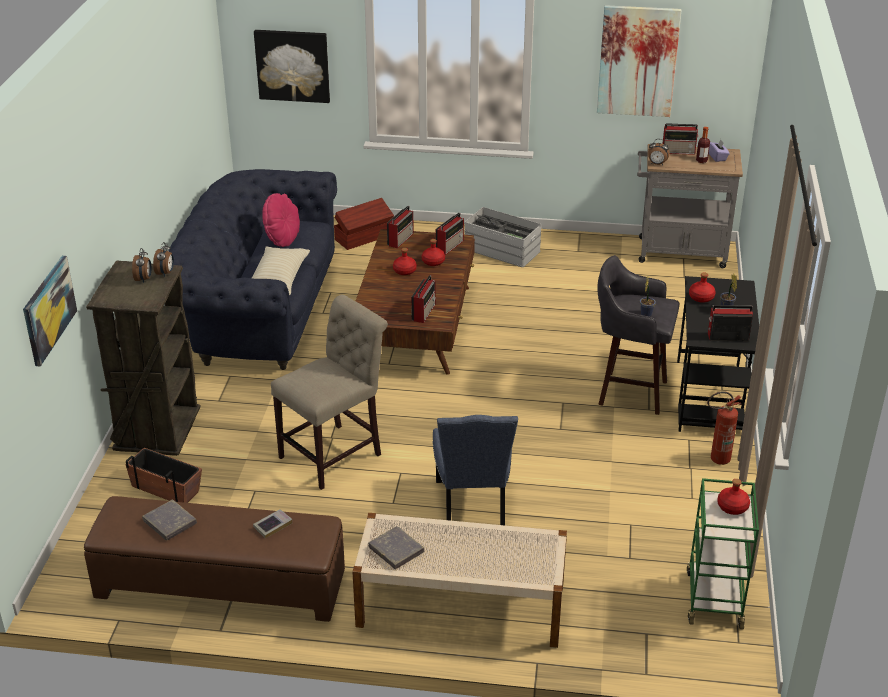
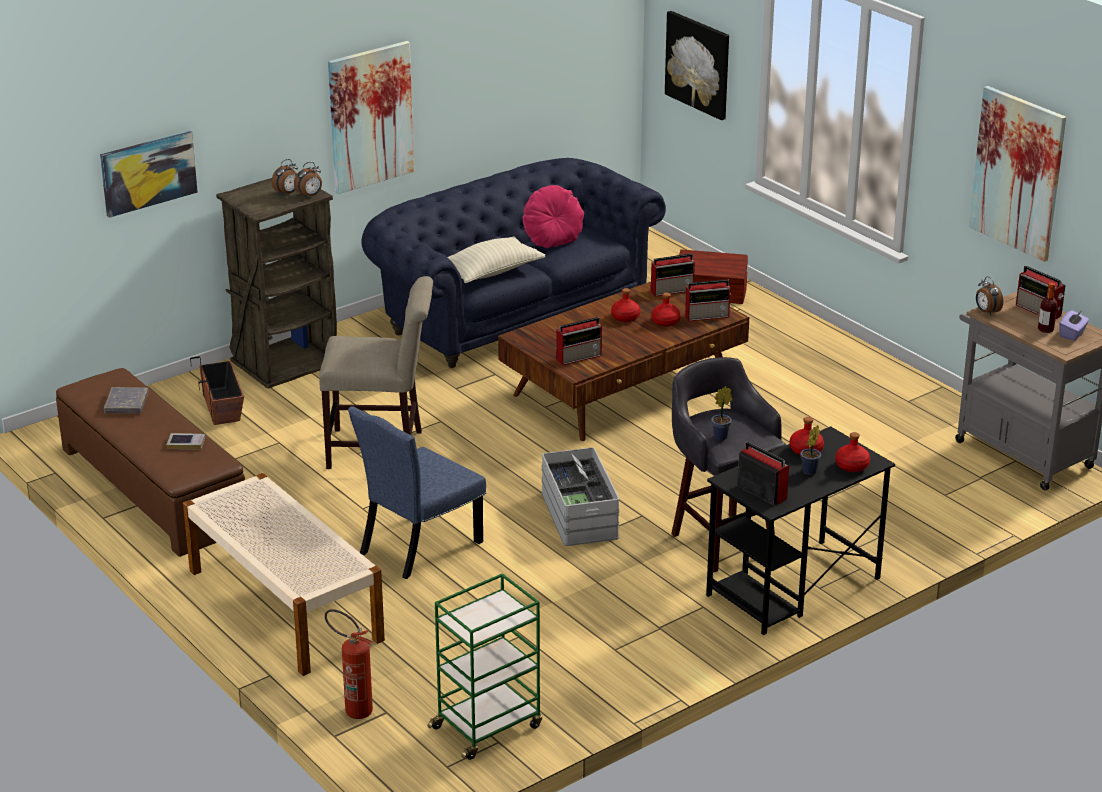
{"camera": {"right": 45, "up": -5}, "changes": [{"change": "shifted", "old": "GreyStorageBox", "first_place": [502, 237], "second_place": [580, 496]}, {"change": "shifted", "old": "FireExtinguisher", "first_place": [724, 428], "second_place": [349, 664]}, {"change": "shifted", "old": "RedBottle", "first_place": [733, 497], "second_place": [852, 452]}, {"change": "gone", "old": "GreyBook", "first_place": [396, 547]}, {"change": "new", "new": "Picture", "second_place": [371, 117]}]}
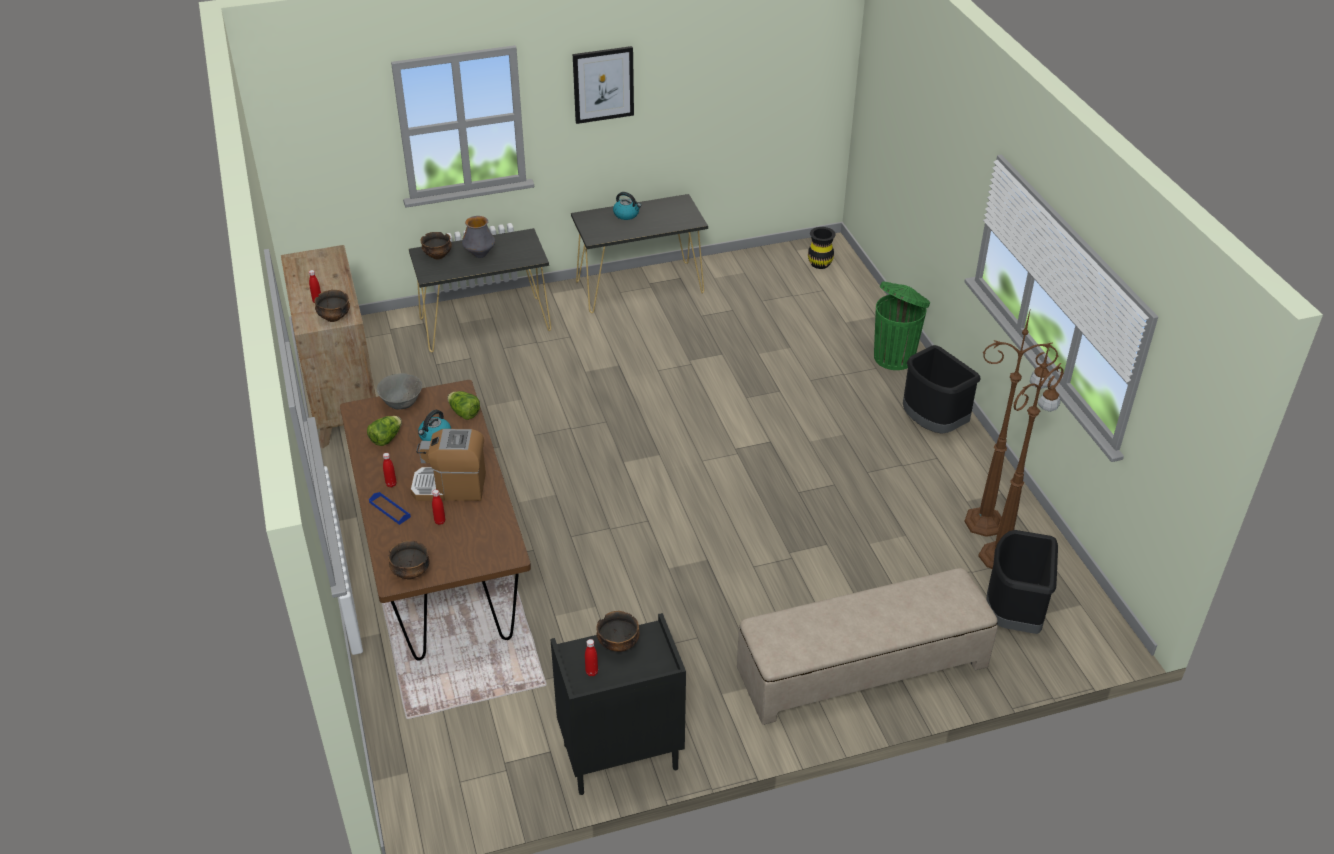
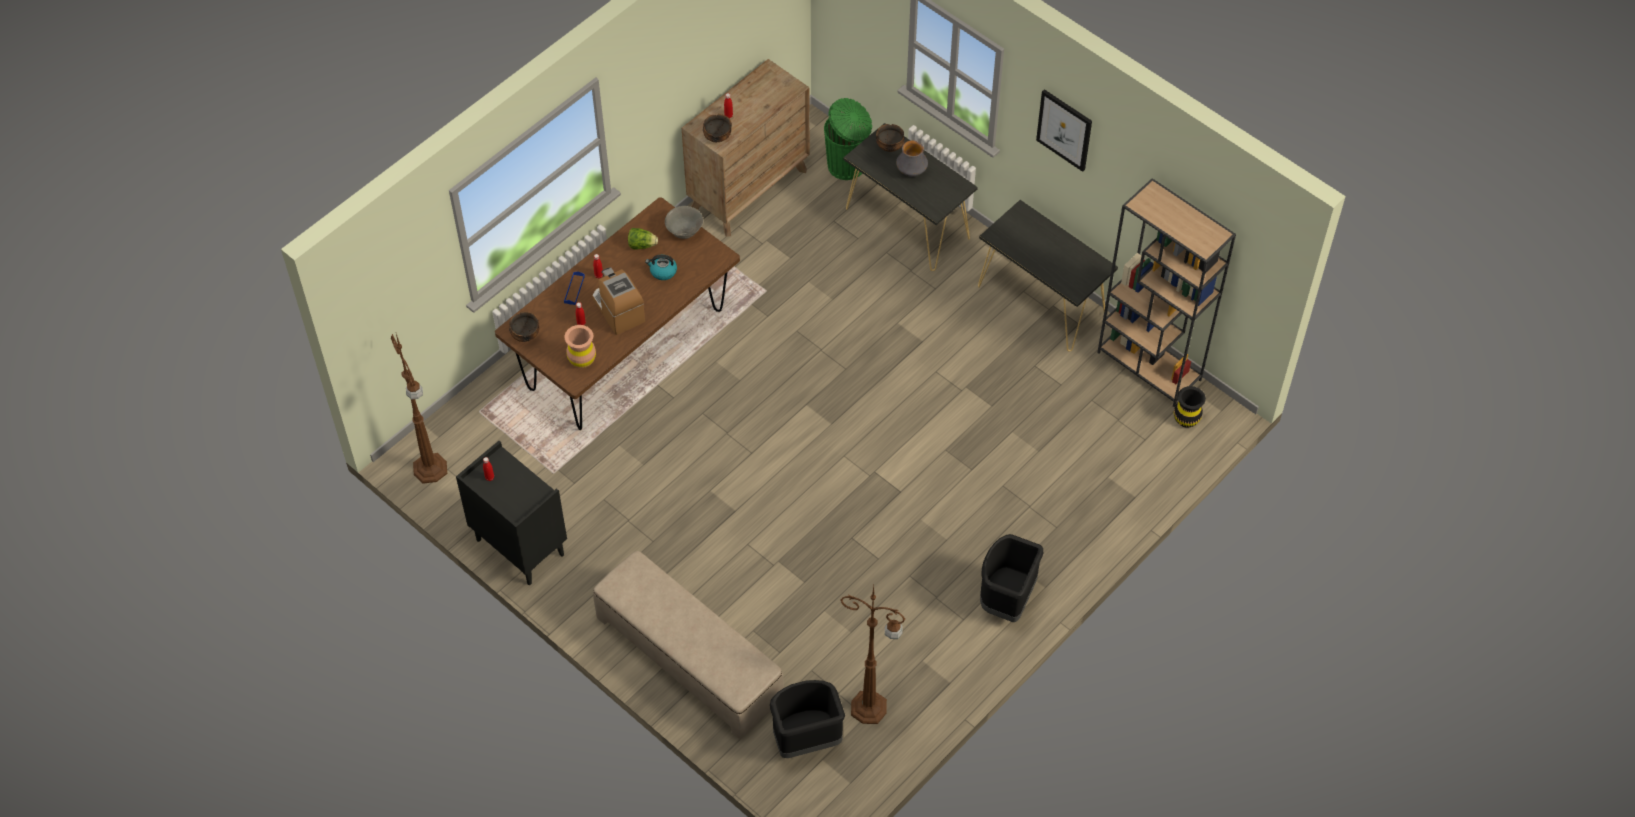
{"camera": {"right": 60, "up": 15}, "changes": [{"change": "gone", "old": "Kettle", "first_place": [627, 206]}, {"change": "shifted", "old": "GreenTrashCan", "first_place": [902, 325], "second_place": [848, 139]}, {"change": "shifted", "old": "BrownFloorLamp", "first_place": [1011, 422], "second_place": [419, 409]}, {"change": "gone", "old": "Lettuce", "first_place": [463, 405]}, {"change": "gone", "old": "Bowl", "first_place": [618, 631]}, {"change": "new", "new": "Bookcase", "second_place": [1166, 292]}, {"change": "new", "new": "BrownVase", "second_place": [580, 346]}]}
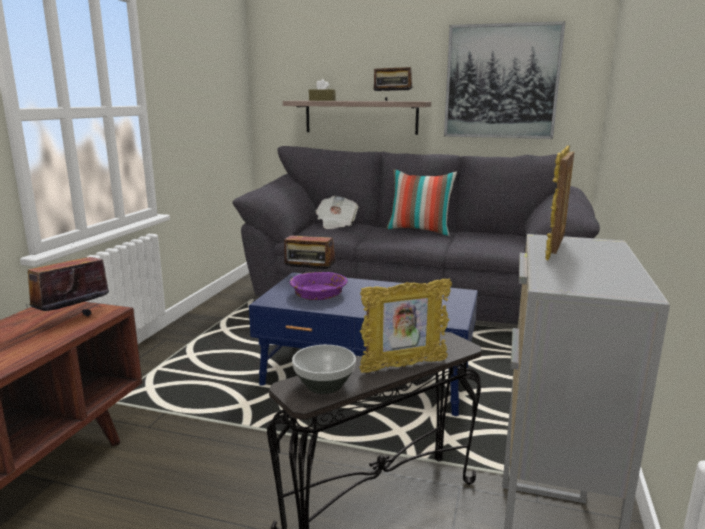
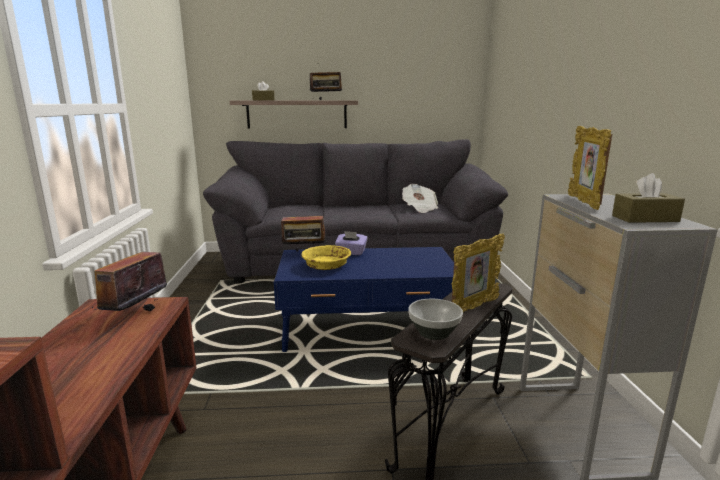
{"camera": {"right": -20, "up": 0}, "changes": [{"change": "gone", "old": "Picture", "first_place": [504, 80]}, {"change": "gone", "old": "Pillow", "first_place": [421, 202]}, {"change": "shifted", "old": "Newspaper", "first_place": [337, 212], "second_place": [420, 198]}, {"change": "repainted", "old": "PurpleBowl", "new": "YellowBowl", "first_place": [319, 286], "second_place": [326, 257]}, {"change": "new", "new": "BrownTissueBox", "second_place": [648, 198]}, {"change": "new", "new": "PurpleTissueBox", "second_place": [351, 243]}]}
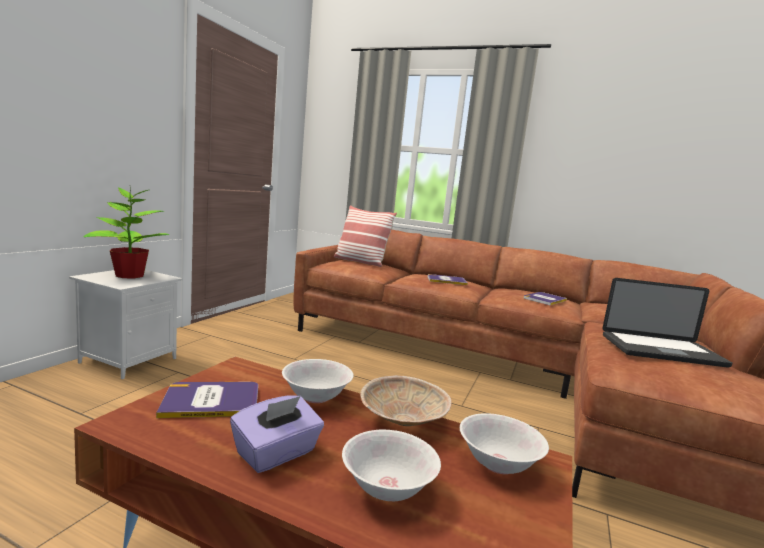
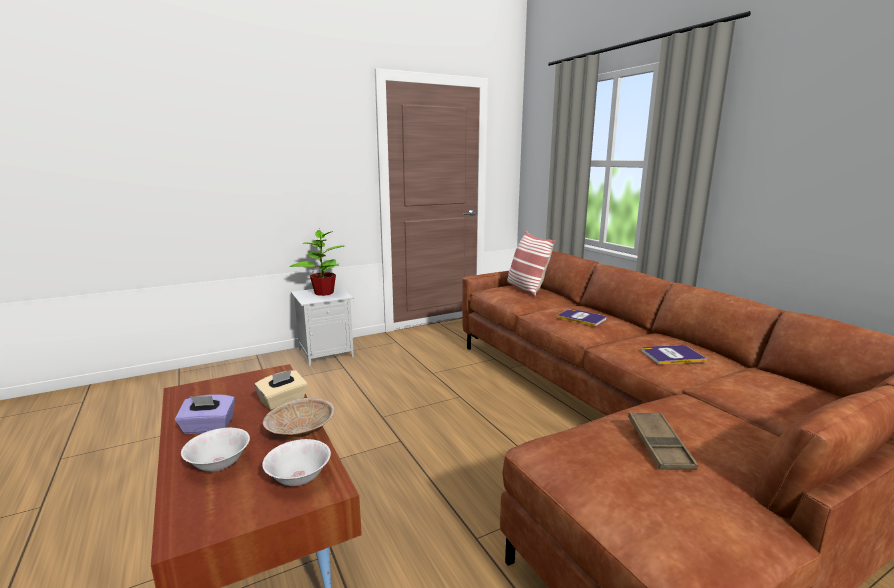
{"camera": {"right": 40, "up": 5}, "changes": [{"change": "swapped", "old": "Laptop", "new": "BrownTray", "first_place": [667, 323], "second_place": [663, 441]}, {"change": "swapped", "old": "WhiteBowl", "new": "BeigeTissueBox", "first_place": [318, 381], "second_place": [281, 390]}, {"change": "gone", "old": "Book", "first_place": [207, 400]}]}
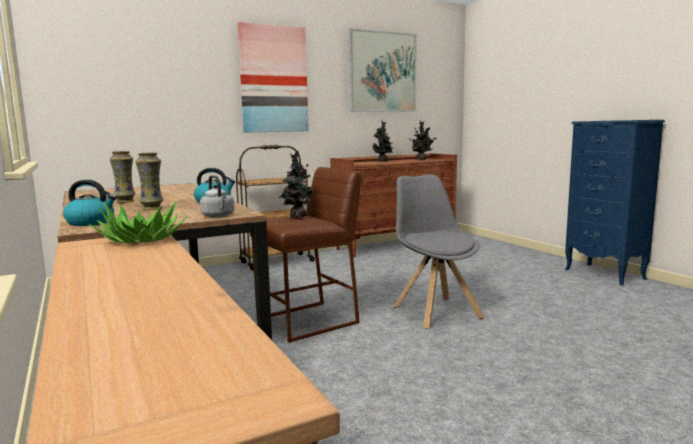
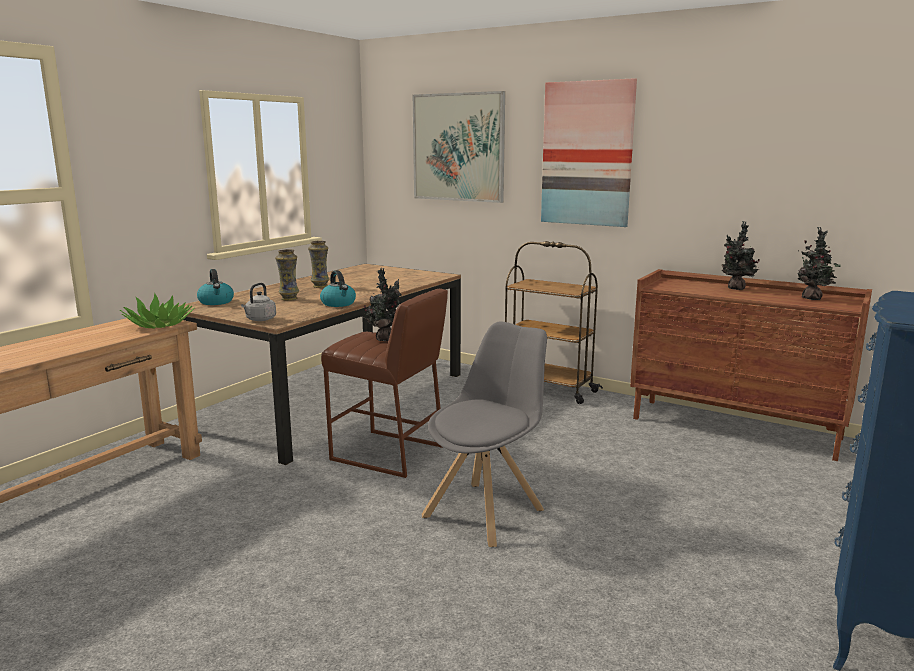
{"camera": {"right": 60, "up": 5}, "changes": [{"change": "shifted", "old": "Picture", "first_place": [382, 69], "second_place": [459, 147]}]}
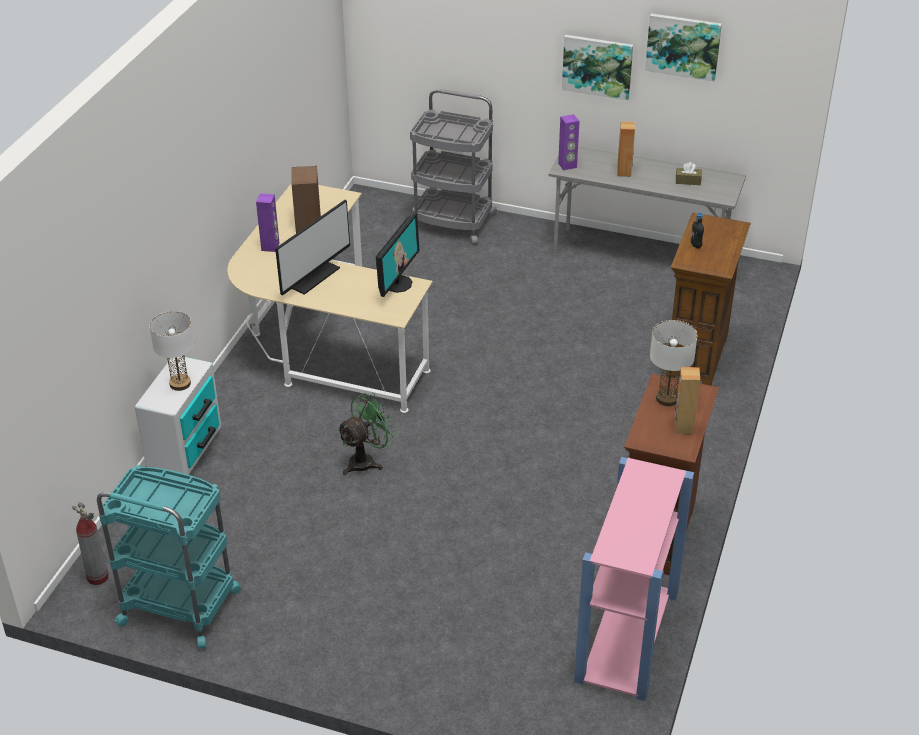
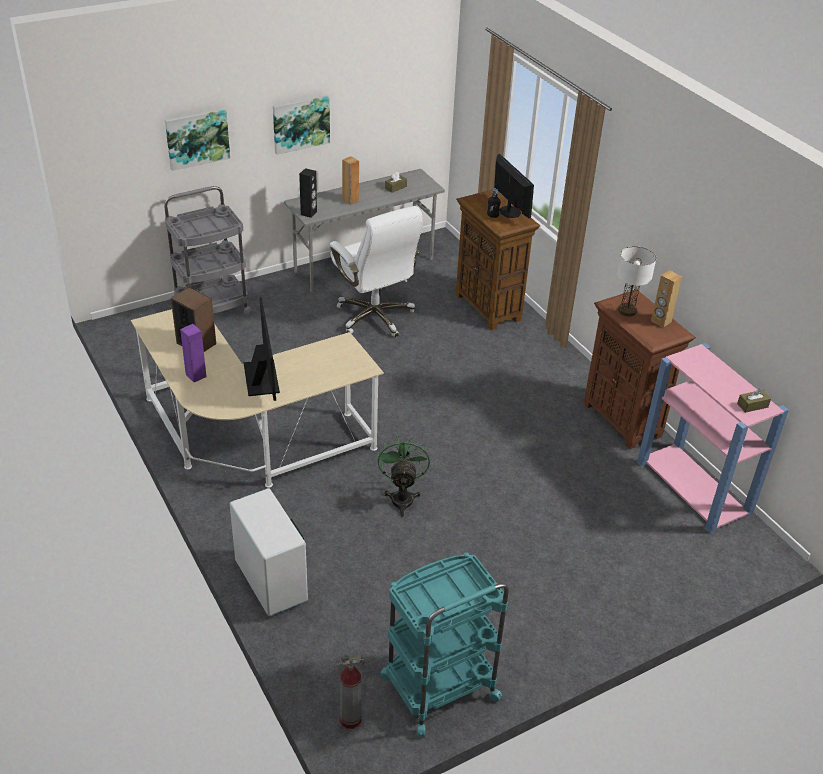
{"camera": {"right": -50, "up": 0}, "changes": [{"change": "shifted", "old": "Picture", "first_place": [683, 47], "second_place": [197, 139]}, {"change": "repainted", "old": "PurpleSpeaker", "new": "BlackSpeaker", "first_place": [569, 142], "second_place": [308, 193]}, {"change": "shifted", "old": "Monitor", "first_place": [397, 254], "second_place": [514, 186]}, {"change": "gone", "old": "TableLamp", "first_place": [172, 351]}, {"change": "new", "new": "WhiteOfficeChair", "second_place": [376, 271]}, {"change": "new", "new": "BrownTissueBox", "second_place": [754, 400]}]}
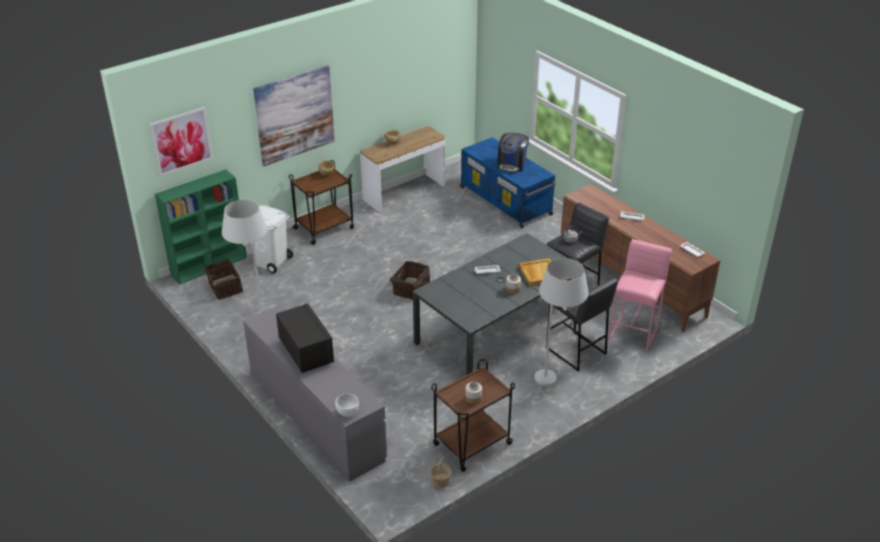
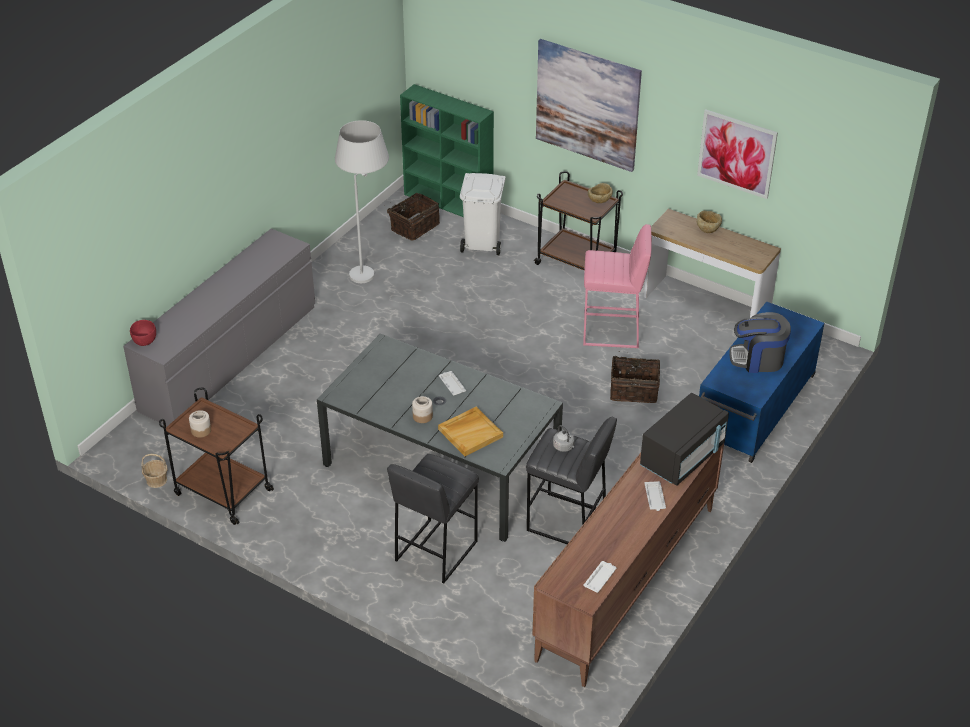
{"camera": {"right": 70, "up": 5}, "changes": [{"change": "shifted", "old": "Picture", "first_place": [181, 142], "second_place": [737, 154]}, {"change": "shifted", "old": "PinkStool", "first_place": [640, 295], "second_place": [617, 286]}, {"change": "gone", "old": "WhiteFloorLamp", "first_place": [561, 322]}, {"change": "shifted", "old": "Basket", "first_place": [407, 280], "second_place": [635, 378]}, {"change": "shifted", "old": "BlackMicrowave", "first_place": [305, 338], "second_place": [684, 439]}, {"change": "repainted", "old": "WhiteBowl", "new": "RedBowl", "first_place": [347, 405], "second_place": [143, 333]}]}
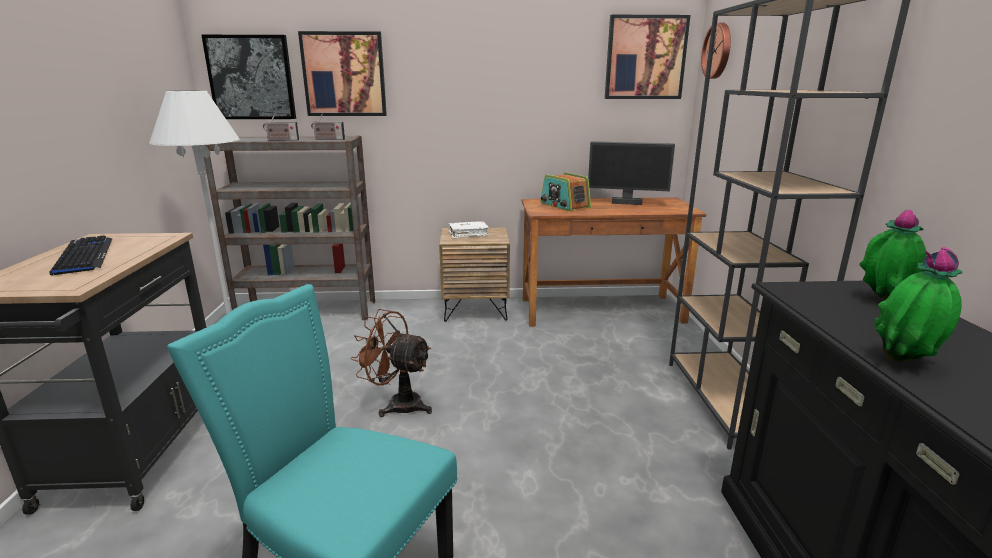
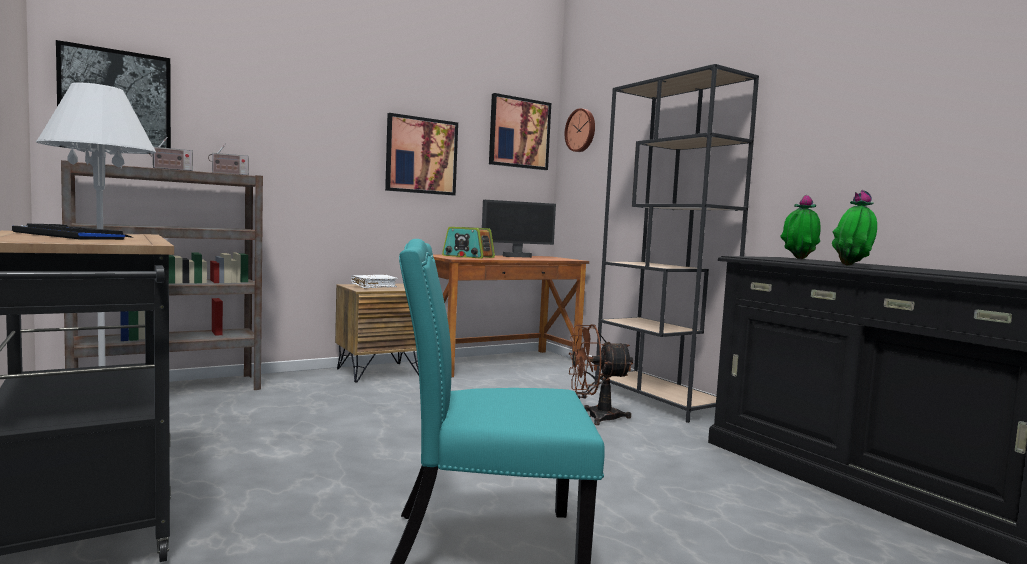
{"camera": {"right": -30, "up": -15}, "changes": [{"change": "shifted", "old": "Picture", "first_place": [342, 73], "second_place": [421, 154]}, {"change": "shifted", "old": "BrownFan", "first_place": [391, 363], "second_place": [600, 374]}]}
